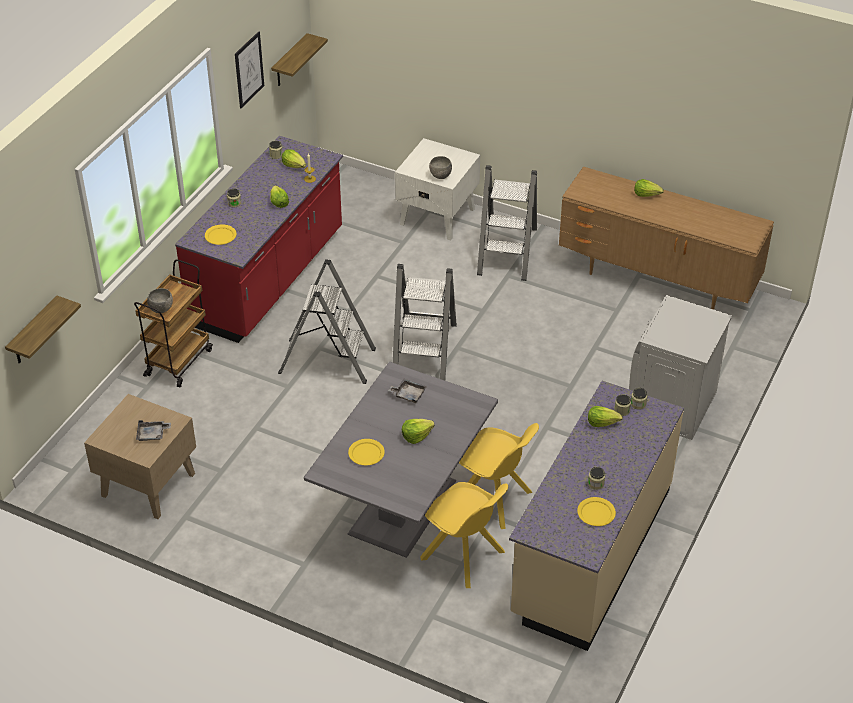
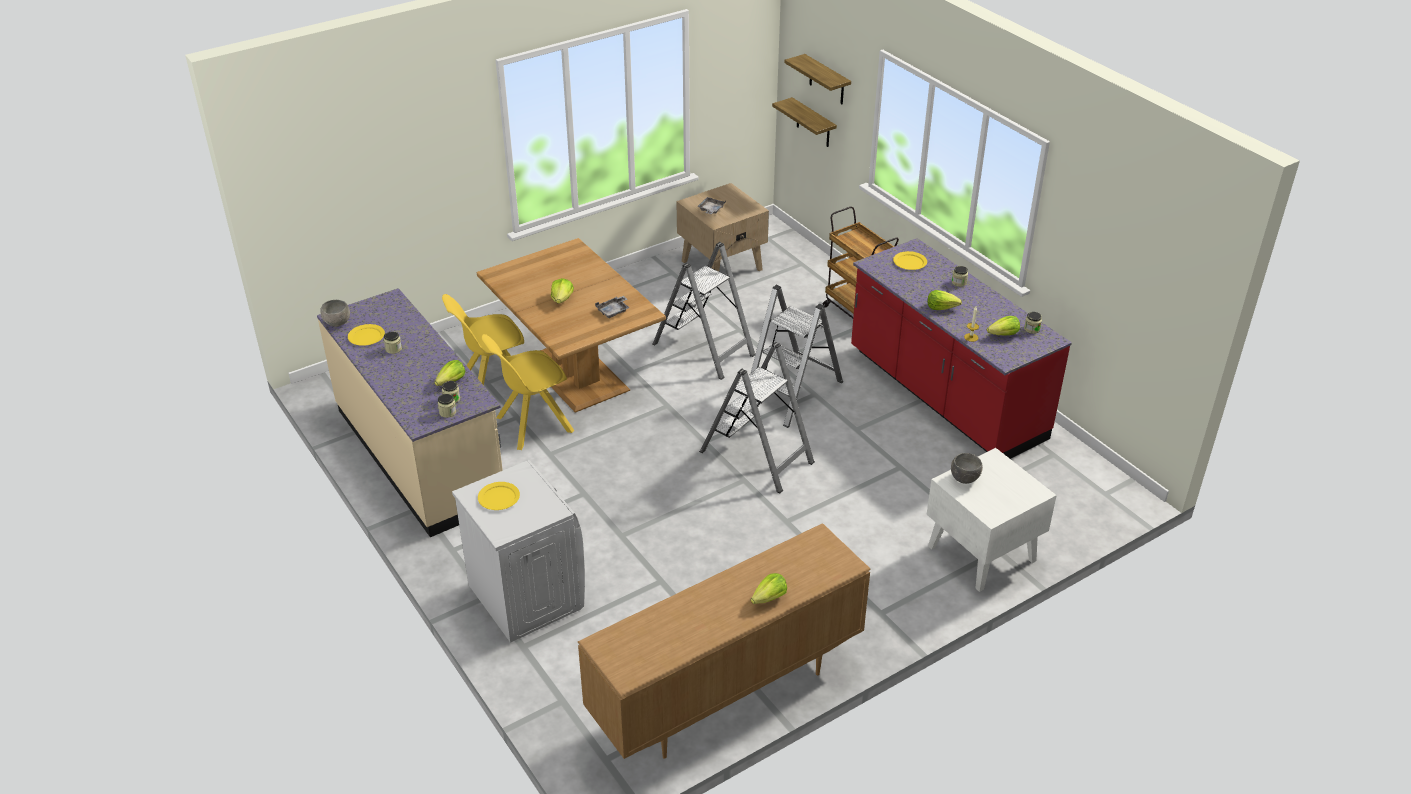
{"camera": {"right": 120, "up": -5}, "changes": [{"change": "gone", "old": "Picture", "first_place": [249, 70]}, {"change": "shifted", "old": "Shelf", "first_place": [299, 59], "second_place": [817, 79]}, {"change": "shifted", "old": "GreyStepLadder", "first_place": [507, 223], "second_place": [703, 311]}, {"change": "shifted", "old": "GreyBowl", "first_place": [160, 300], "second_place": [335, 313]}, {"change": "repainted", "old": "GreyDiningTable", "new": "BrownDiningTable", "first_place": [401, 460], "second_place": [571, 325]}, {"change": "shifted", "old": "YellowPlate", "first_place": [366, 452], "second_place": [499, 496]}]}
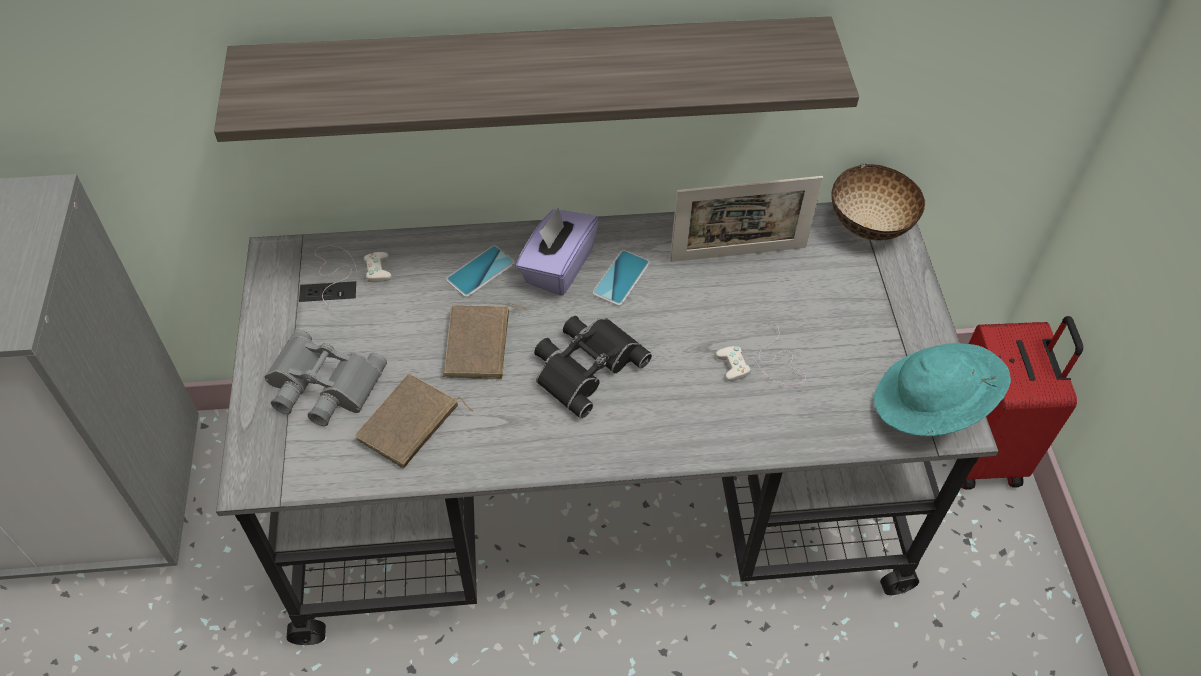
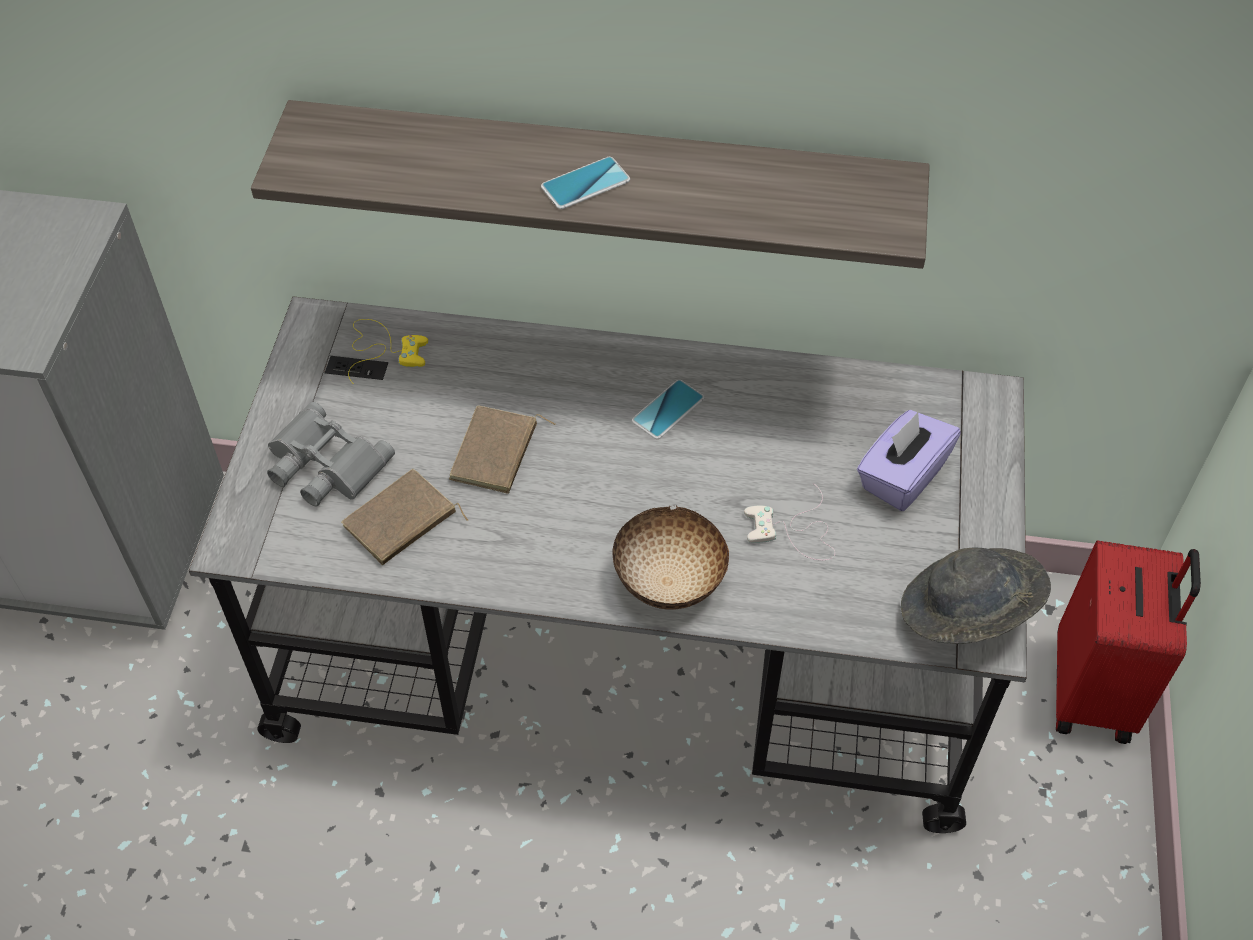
{"camera": {"right": 15, "up": 0}, "changes": [{"change": "shifted", "old": "Bowl", "first_place": [878, 202], "second_place": [671, 558]}, {"change": "gone", "old": "PictureFrame", "first_place": [746, 219]}, {"change": "shifted", "old": "PurpleTissueBox", "first_place": [557, 251], "second_place": [909, 460]}, {"change": "repainted", "old": "WhiteGameController", "new": "YellowGameController", "first_place": [353, 276], "second_place": [388, 351]}, {"change": "shifted", "old": "Phone", "first_place": [480, 271], "second_place": [585, 183]}, {"change": "gone", "old": "BlackBinoculars", "first_place": [593, 367]}, {"change": "repainted", "old": "TurquoiseHat", "new": "GreyHat", "first_place": [942, 389], "second_place": [976, 596]}]}
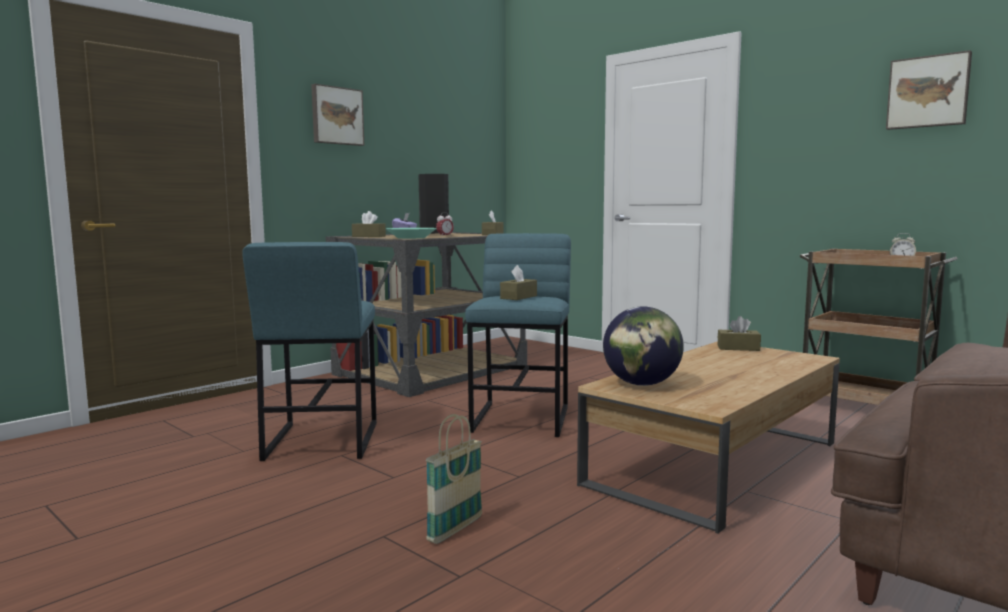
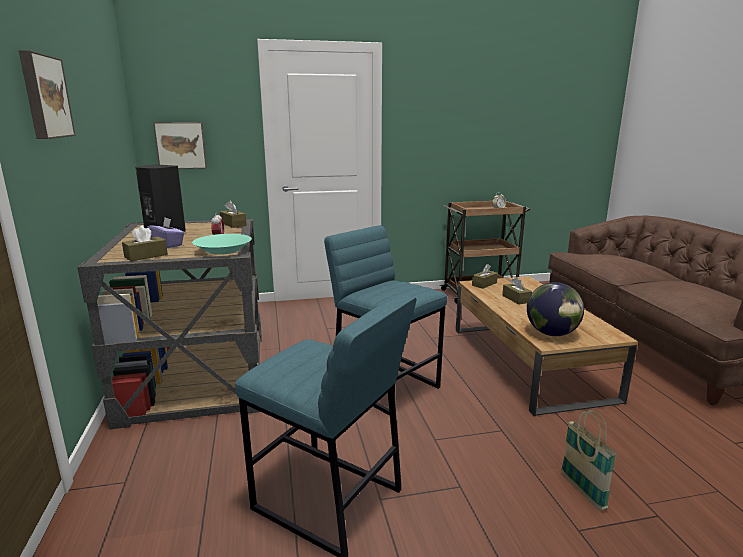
{"camera": {"right": -55, "up": 10}, "changes": [{"change": "shifted", "old": "Picture", "first_place": [929, 90], "second_place": [180, 145]}, {"change": "shifted", "old": "BrownTissueBox", "first_place": [518, 282], "second_place": [517, 290]}]}
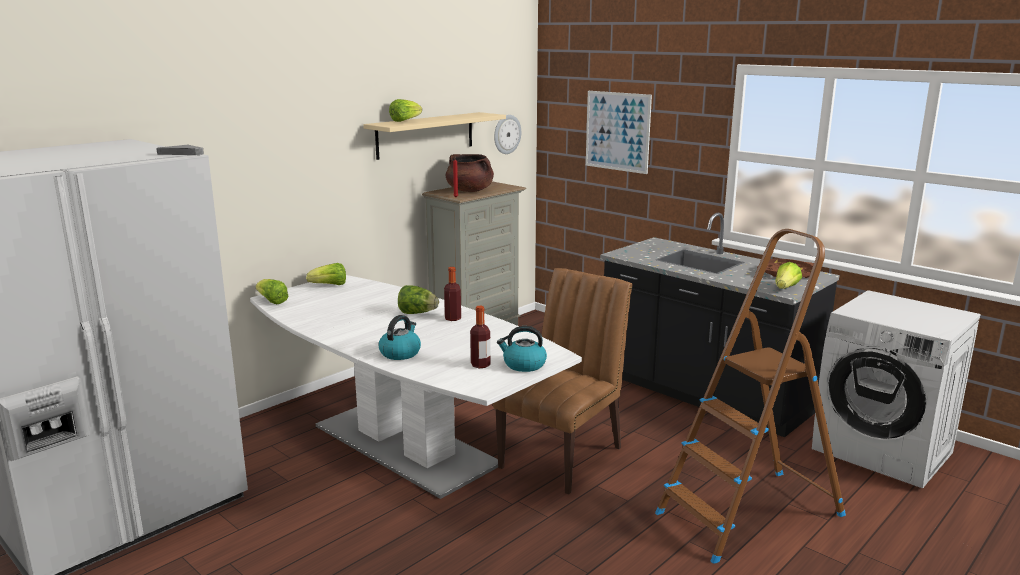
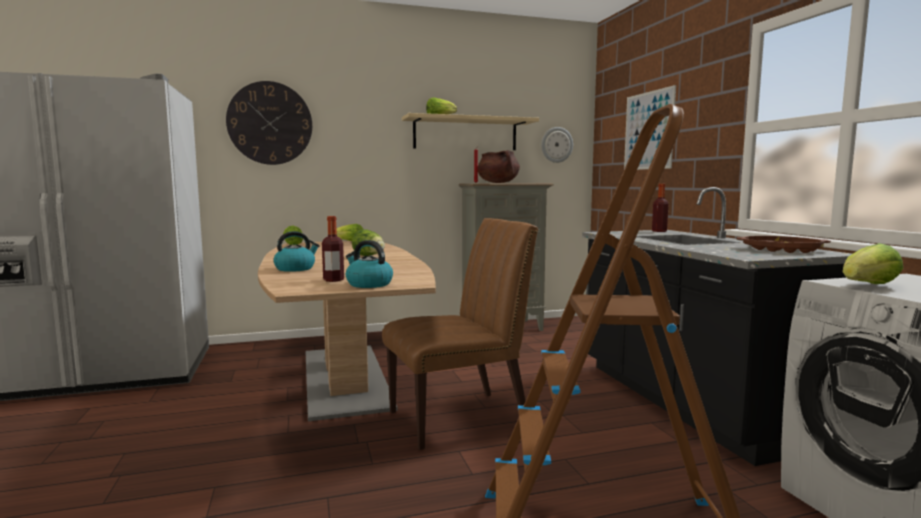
{"camera": {"right": 30, "up": -10}, "changes": [{"change": "shifted", "old": "Lettuce", "first_place": [788, 275], "second_place": [872, 263]}, {"change": "shifted", "old": "Bottle", "first_place": [452, 294], "second_place": [660, 208]}, {"change": "repainted", "old": "WhiteDiningTable", "new": "BrownDiningTable", "first_place": [416, 387], "second_place": [347, 331]}, {"change": "new", "new": "WallClock", "second_place": [269, 123]}]}
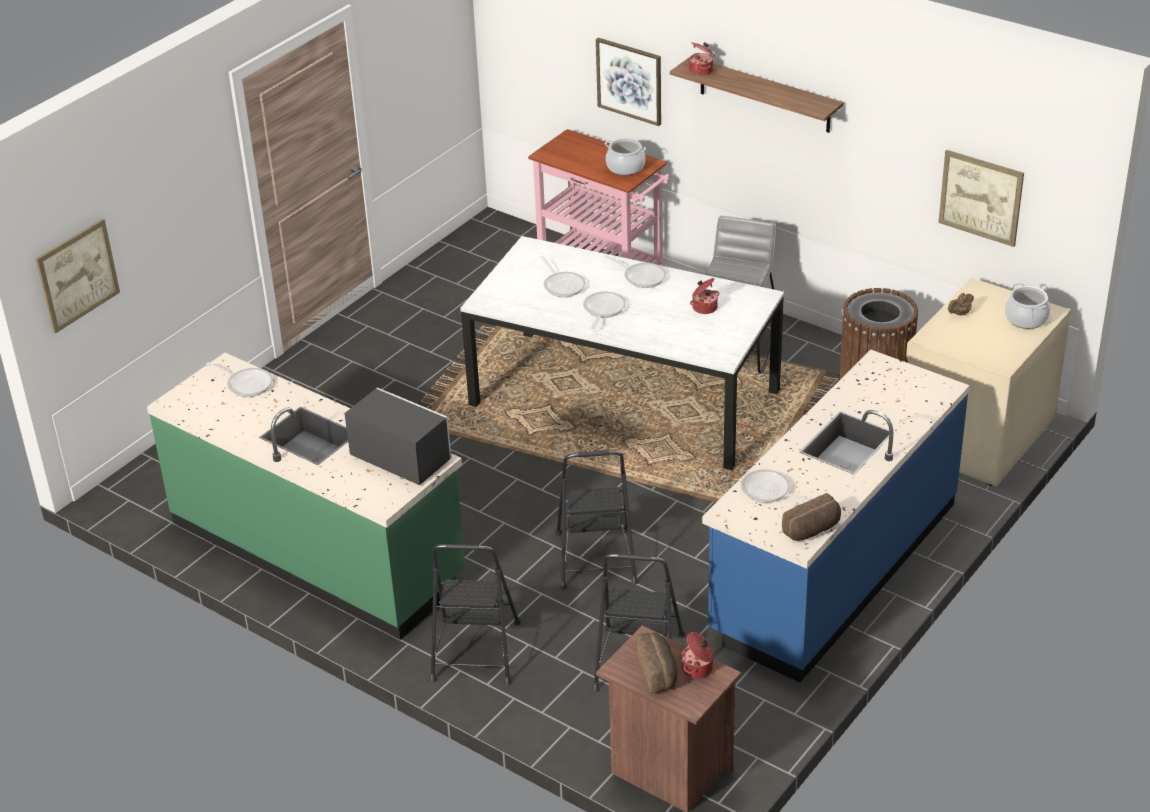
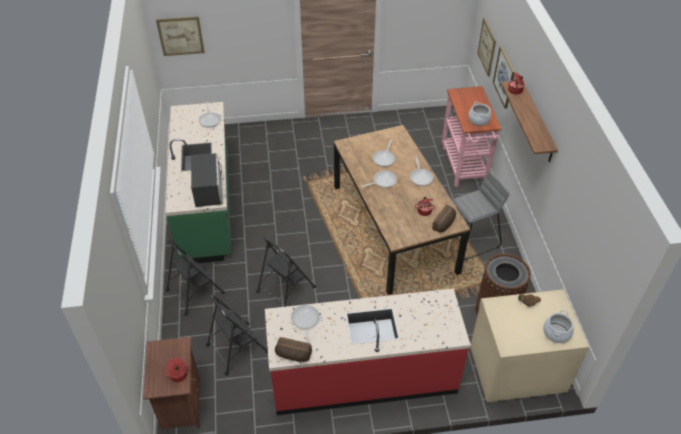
{"camera": {"right": 45, "up": 10}, "changes": [{"change": "shifted", "old": "Picture", "first_place": [981, 198], "second_place": [486, 47]}, {"change": "repainted", "old": "WhiteDiningTable", "new": "BrownDiningTable", "first_place": [622, 353], "second_place": [402, 210]}, {"change": "repainted", "old": "BlueCounter", "new": "RedCounter", "first_place": [836, 516], "second_place": [368, 351]}, {"change": "shifted", "old": "Bread", "first_place": [657, 663], "second_place": [444, 218]}]}
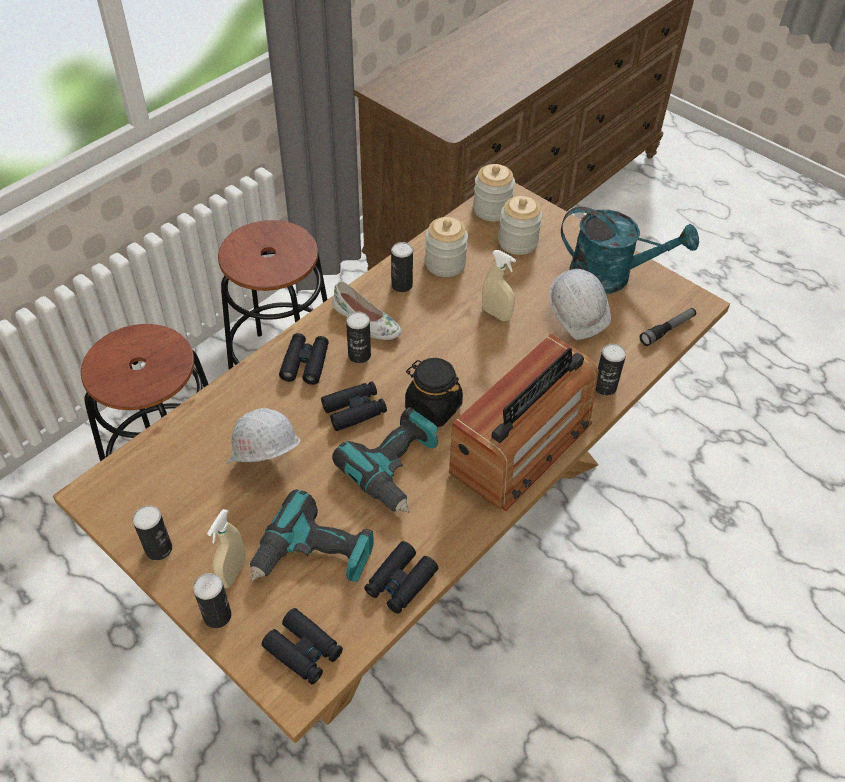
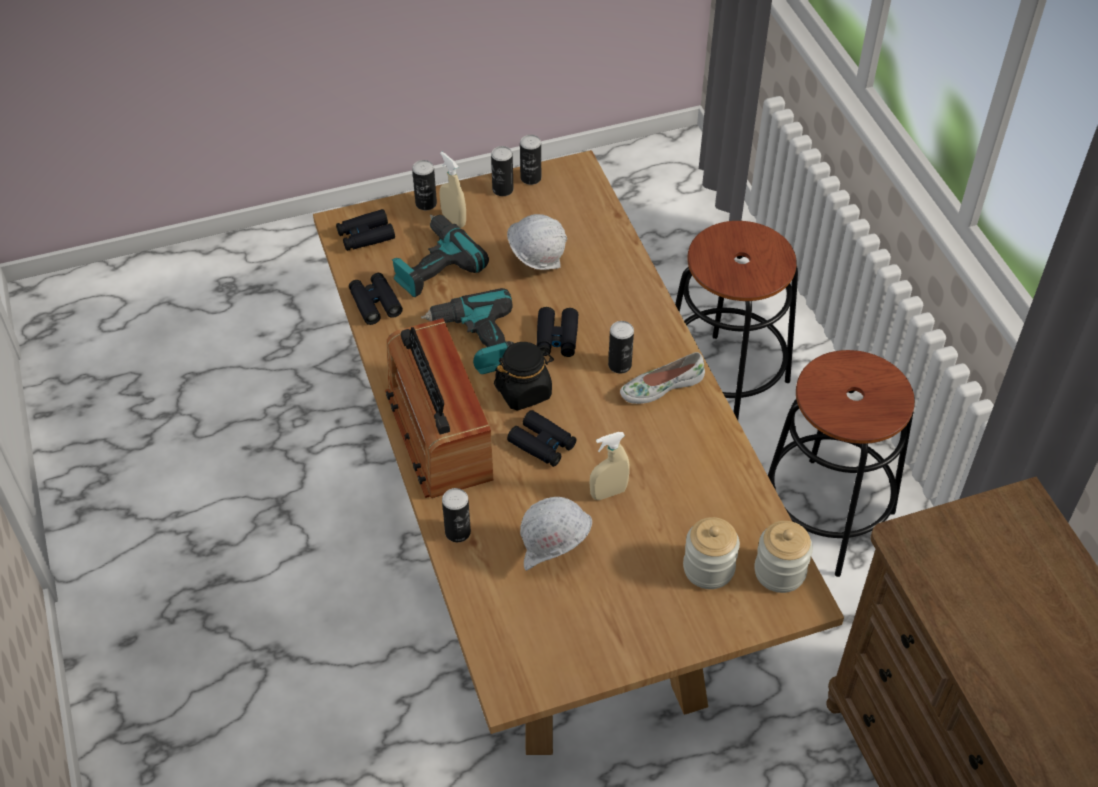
{"camera": {"right": 120, "up": 0}, "changes": [{"change": "gone", "old": "TurquoiseWateringCan", "first_place": [630, 250]}, {"change": "gone", "old": "Jar", "first_place": [446, 247]}, {"change": "shifted", "old": "Can", "first_place": [402, 267], "second_place": [530, 160]}, {"change": "gone", "old": "Flashlight", "first_place": [668, 327]}, {"change": "shifted", "old": "BlackBinoculars", "first_place": [304, 359], "second_place": [542, 438]}]}
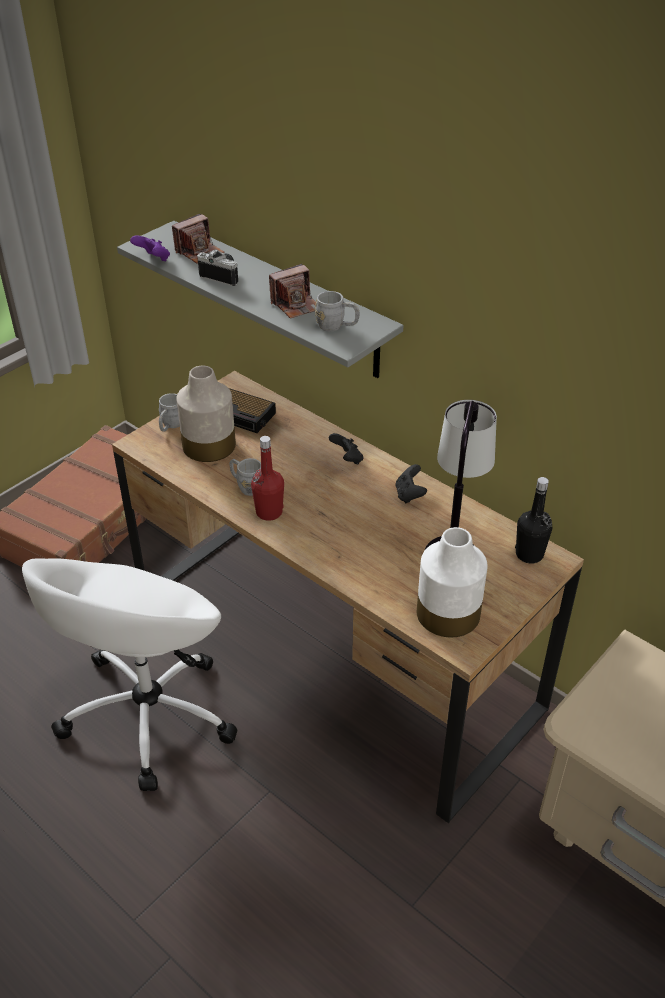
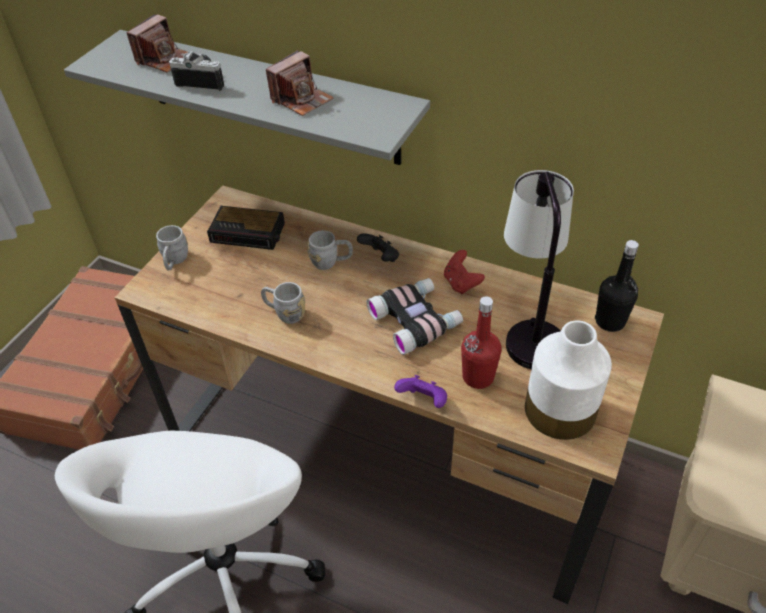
{"camera": {"right": -15, "up": 5}, "changes": [{"change": "shifted", "old": "PurpleGameController", "first_place": [150, 248], "second_place": [420, 391]}, {"change": "shifted", "old": "GreyMug", "first_place": [337, 311], "second_place": [330, 250]}, {"change": "gone", "old": "BeigeVase", "first_place": [206, 413]}, {"change": "shifted", "old": "RedBottle", "first_place": [267, 478], "second_place": [481, 342]}, {"change": "repainted", "old": "BlackGameController", "new": "RedGameController", "first_place": [411, 484], "second_place": [464, 272]}, {"change": "new", "new": "Binoculars", "second_place": [414, 316]}]}
